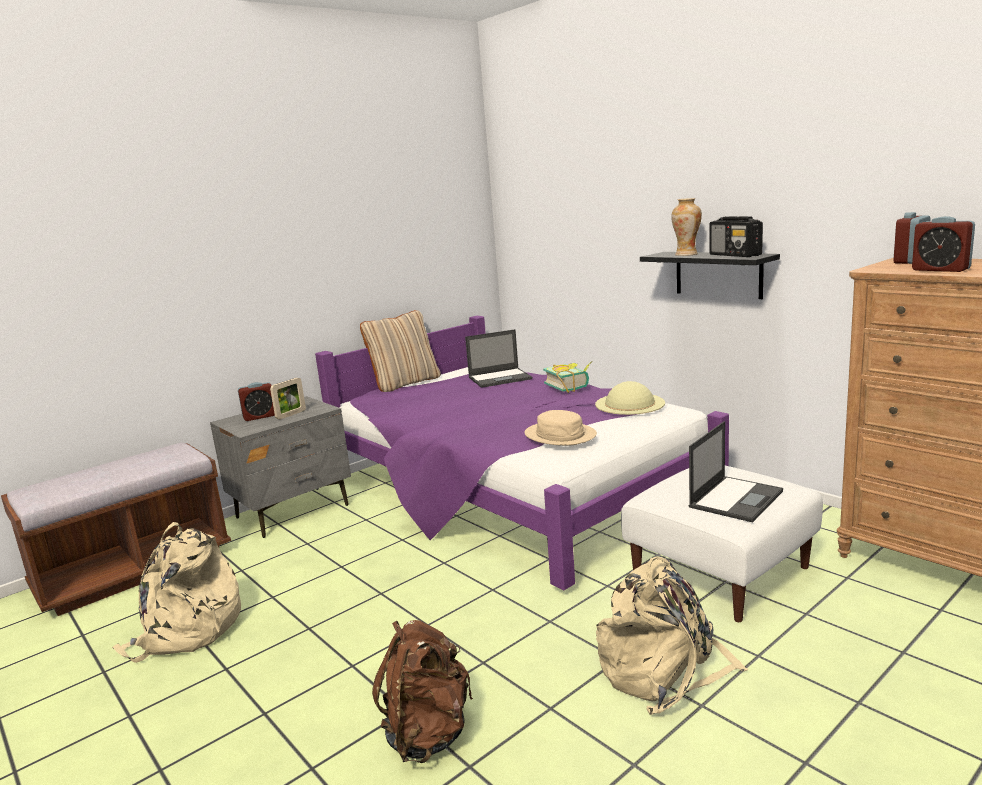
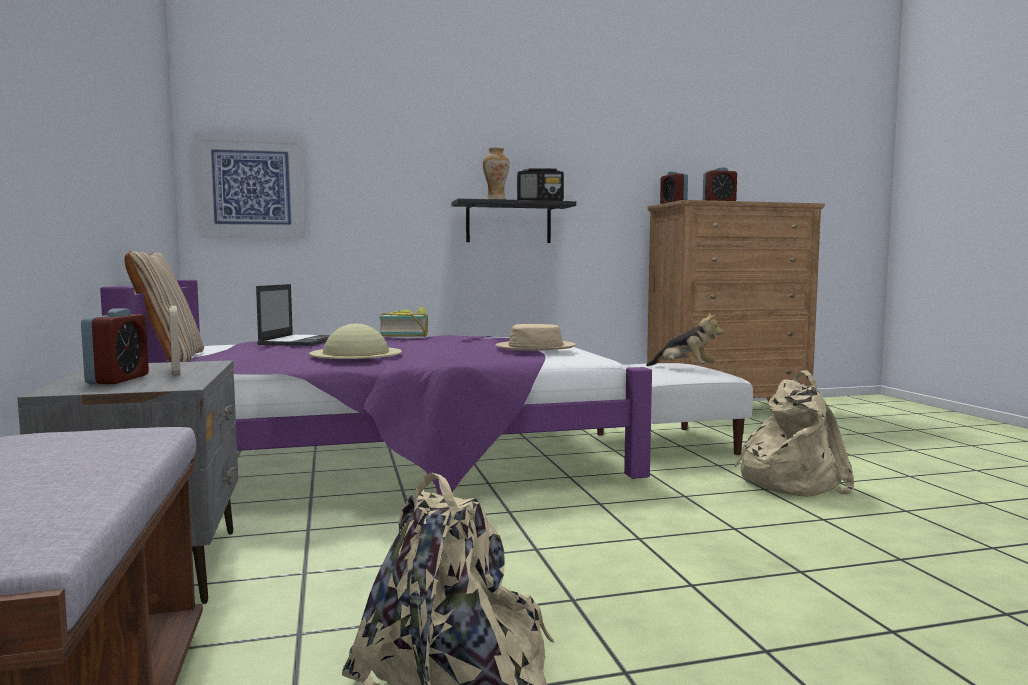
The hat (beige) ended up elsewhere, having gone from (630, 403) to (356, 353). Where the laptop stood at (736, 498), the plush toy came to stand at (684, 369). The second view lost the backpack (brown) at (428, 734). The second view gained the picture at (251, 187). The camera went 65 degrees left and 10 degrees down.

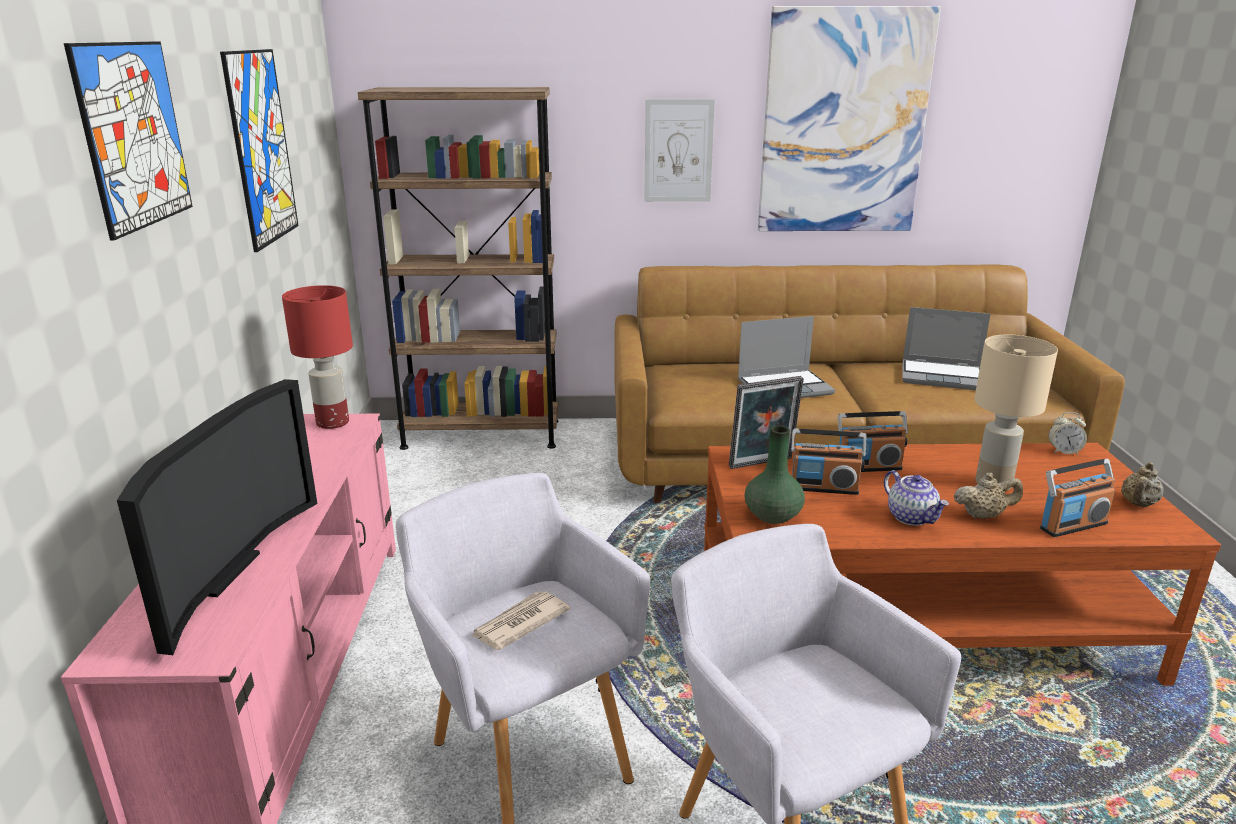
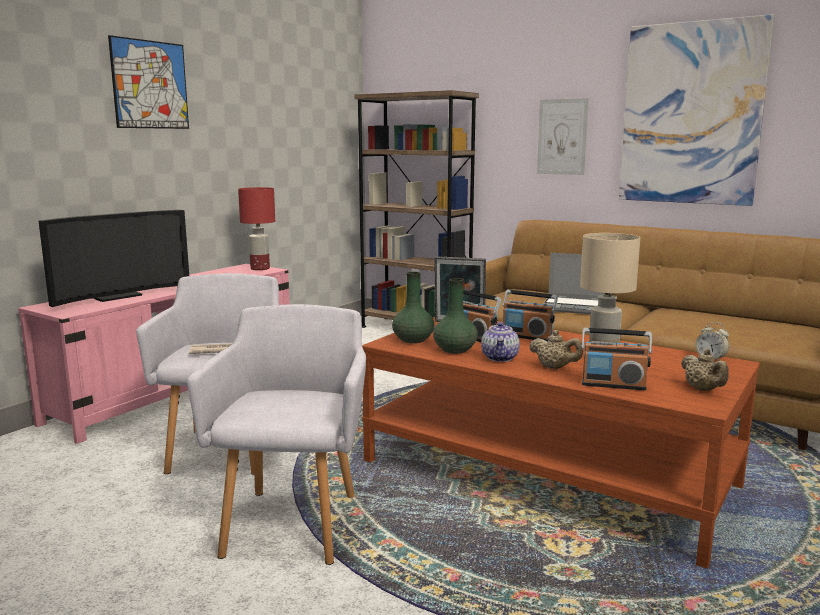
The second view lost the picture at (261, 148). The second view lost the laptop at (942, 376). The teapot (beige) at (1138, 504) ended up facing another way, 90 degrees counterclockwise from before. The second view gained the vase (green) at (454, 350). The camera went 35 degrees right and 10 degrees down.

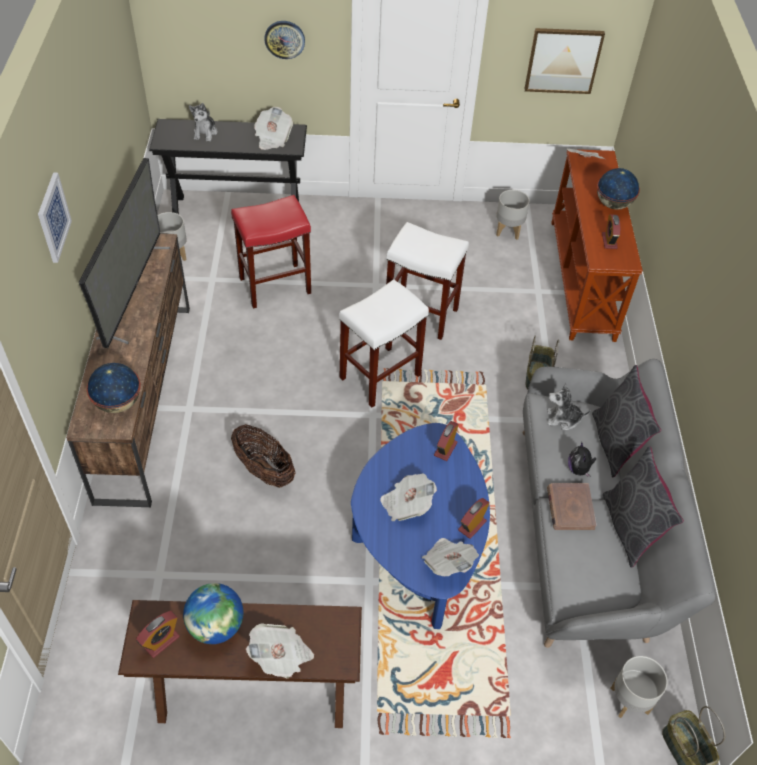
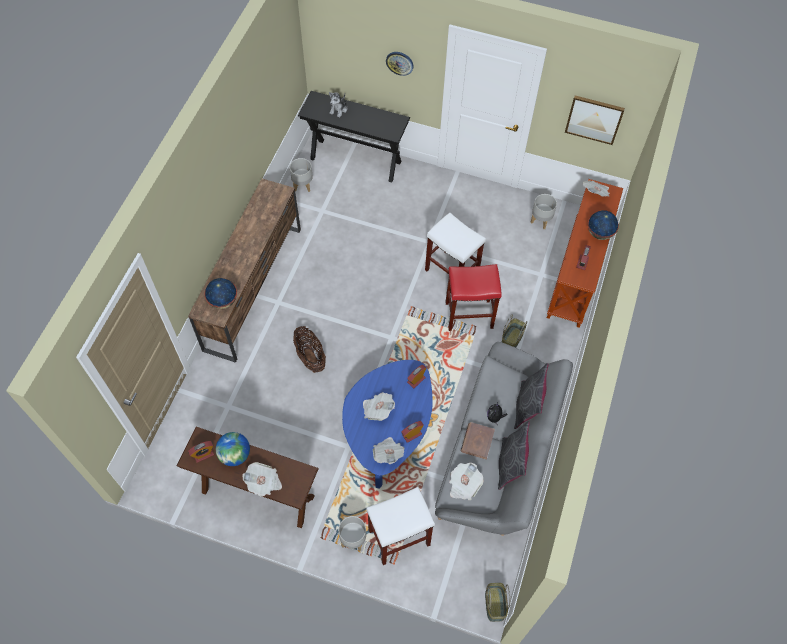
The newspaper ended up elsewhere, having gone from (272, 138) to (463, 485). The second view lost the television at (133, 292). The second view lost the picture at (53, 217). The stool (red) ended up elsewhere, having gone from (276, 285) to (469, 314). The stool (white) ended up elsewhere, having gone from (379, 377) to (398, 538). The second view lost the plush toy at (563, 419). The planter (grey) ended up elsewhere, having gone from (630, 701) to (353, 540). The camera went 20 degrees right and 10 degrees up.

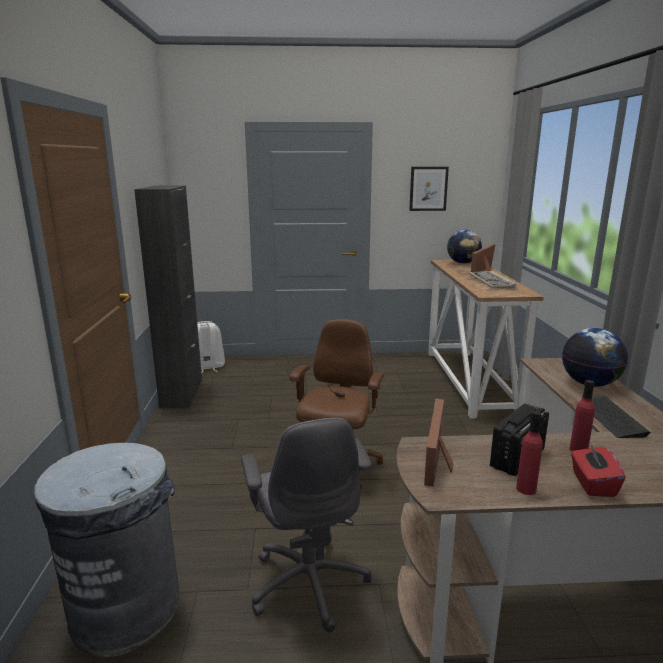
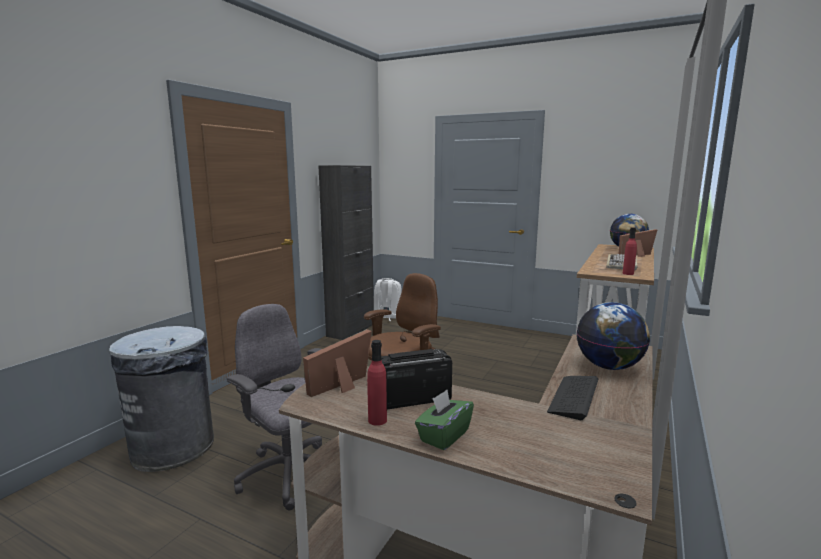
The second view lost the picture at (428, 189). The bottle (red) ended up elsewhere, having gone from (578, 450) to (628, 273). The office chair (grey) at (309, 581) ended up facing another way, 120 degrees clockwise from before. What was the tissue box (red) at (592, 484) turned into the tissue box (green) at (444, 436). The camera went 30 degrees right and 5 degrees down.

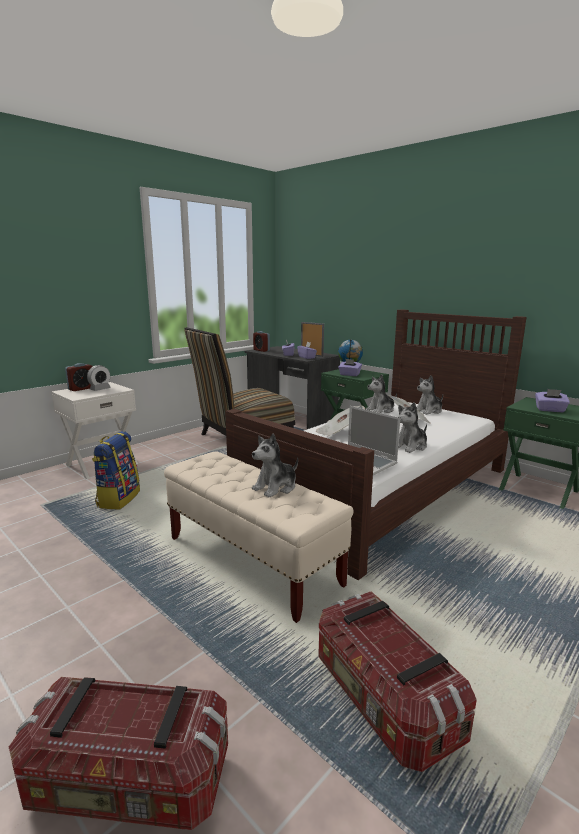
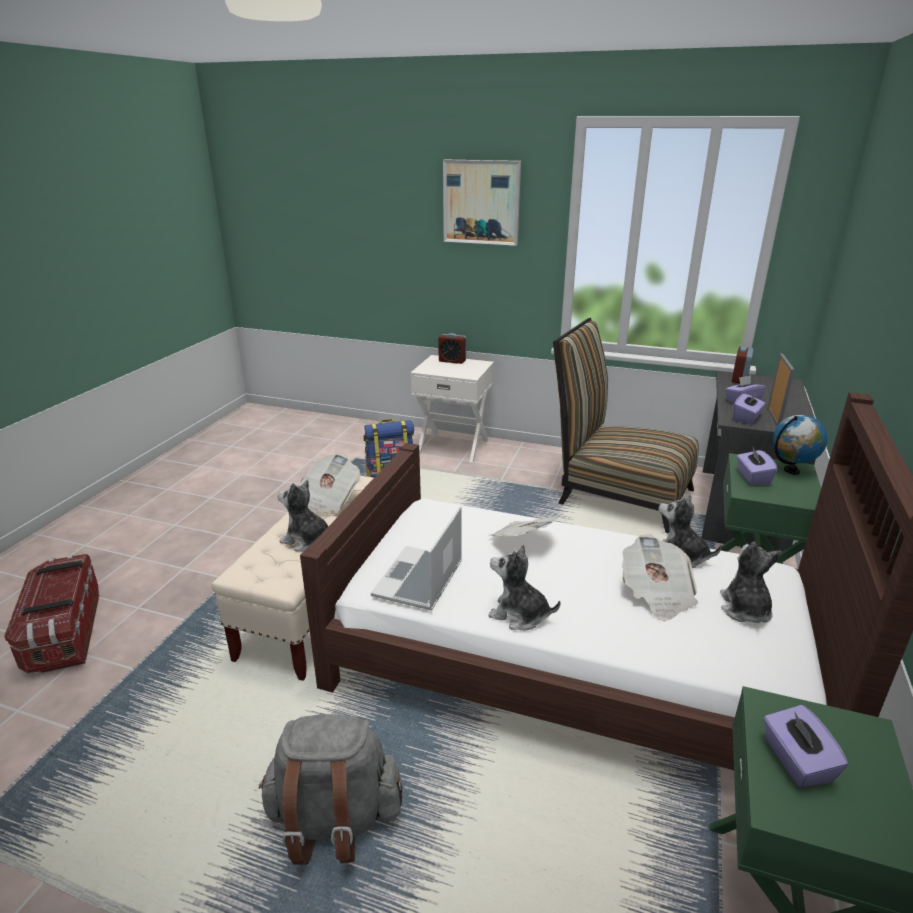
The second view lost the alarm clock at (100, 389). The plush toy at (429, 411) ended up facing another way, 60 degrees clockwise from before. The second view lost the storage box at (383, 699). The second view gained the picture at (481, 202). The second view gained the newspaper at (328, 500). The second view gained the backpack (grey) at (334, 819). The camera went 65 degrees right and 10 degrees up.

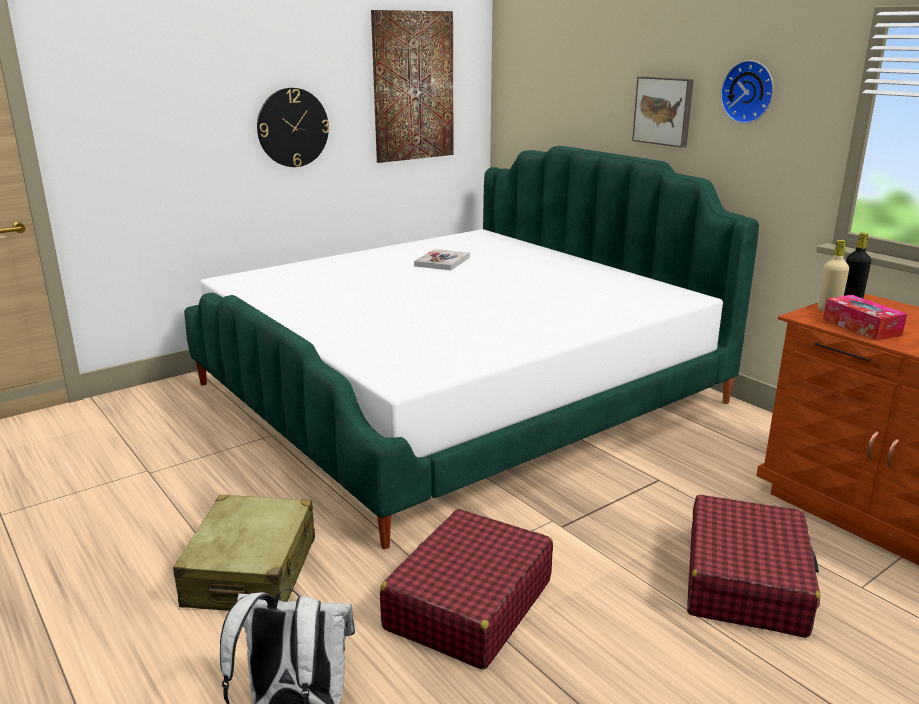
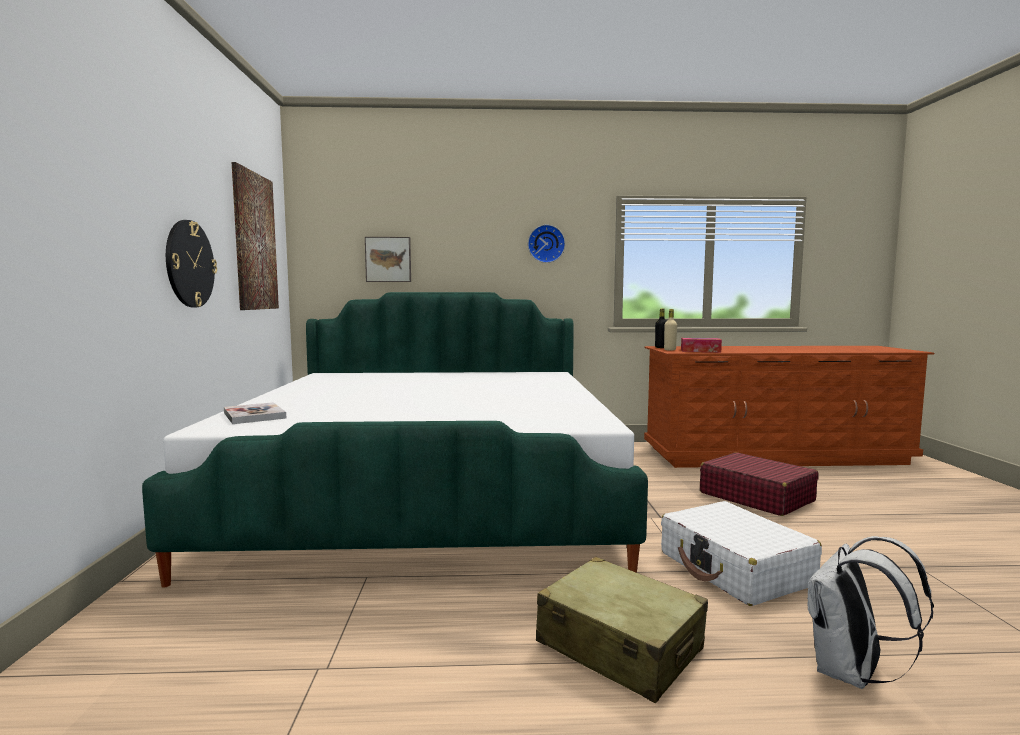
The picture ended up elsewhere, having gone from (664, 111) to (388, 259). The book ended up elsewhere, having gone from (442, 261) to (254, 415). What was the suitcase (red) at (468, 605) turned into the suitcase (white) at (735, 569). The camera went 55 degrees left and 15 degrees down.

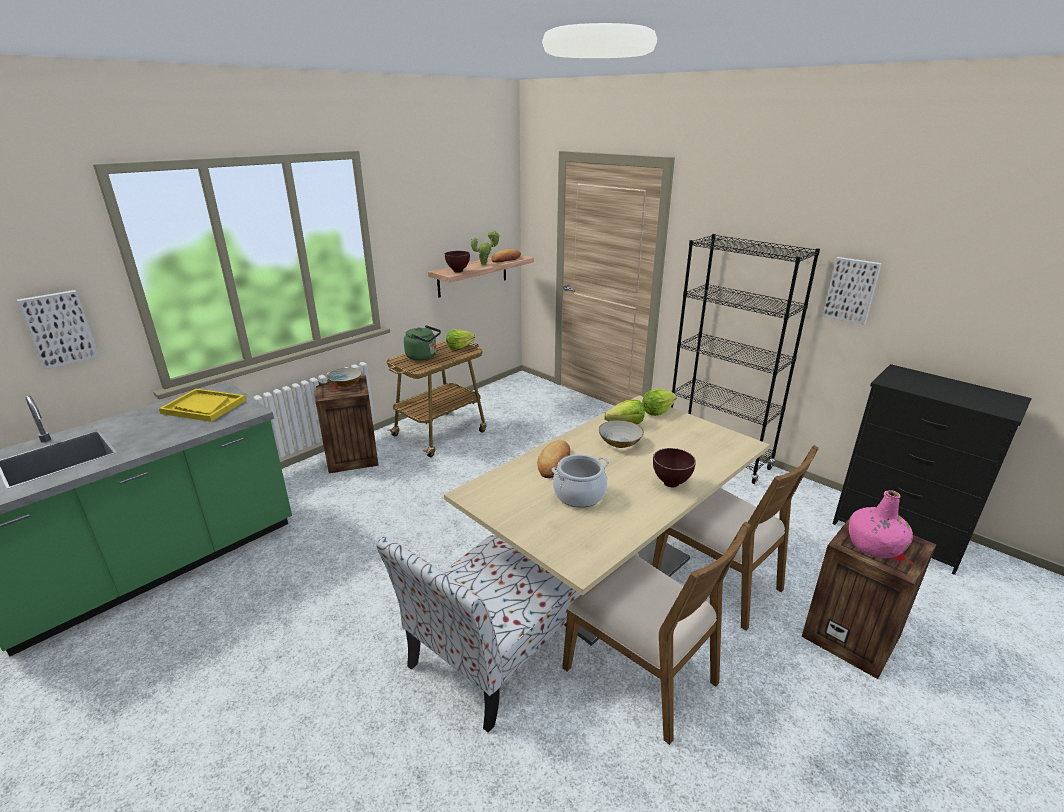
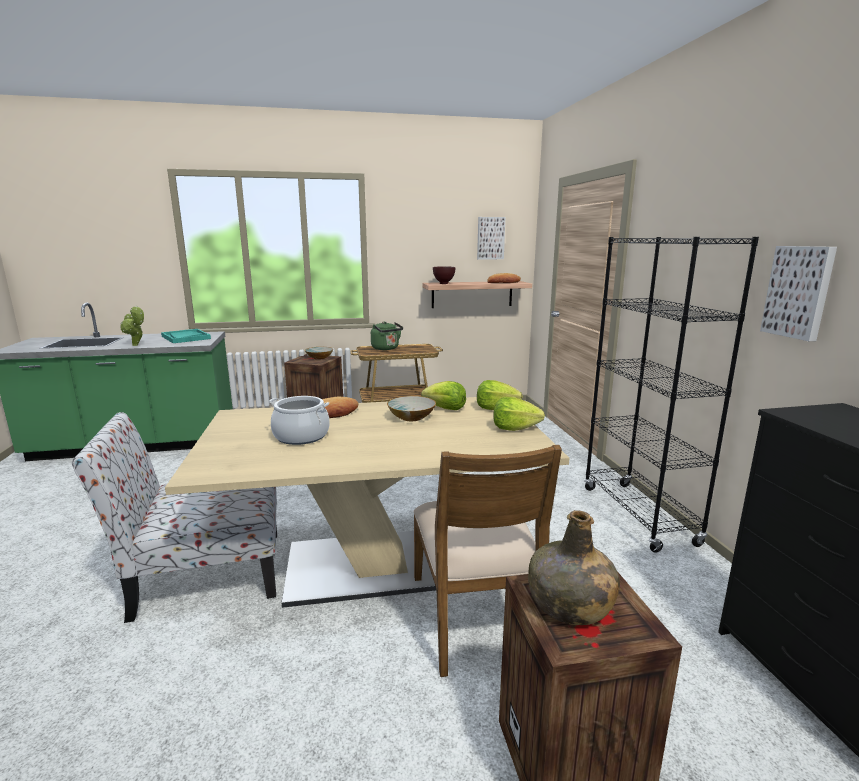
The potted plant ended up elsewhere, having gone from (485, 265) to (136, 345). The picture ended up elsewhere, having gone from (59, 328) to (490, 238). The lettuce ended up elsewhere, having gone from (459, 347) to (514, 428). What was the tray (yellow) at (203, 407) turned into the tray (turquoise) at (185, 337). The second view lost the bowl (brown) at (670, 483). What was the bottle (pink) at (874, 546) turned into the bottle (green) at (569, 604). The second view lost the chair (brown) at (642, 674). The camera went 35 degrees right and 10 degrees down.

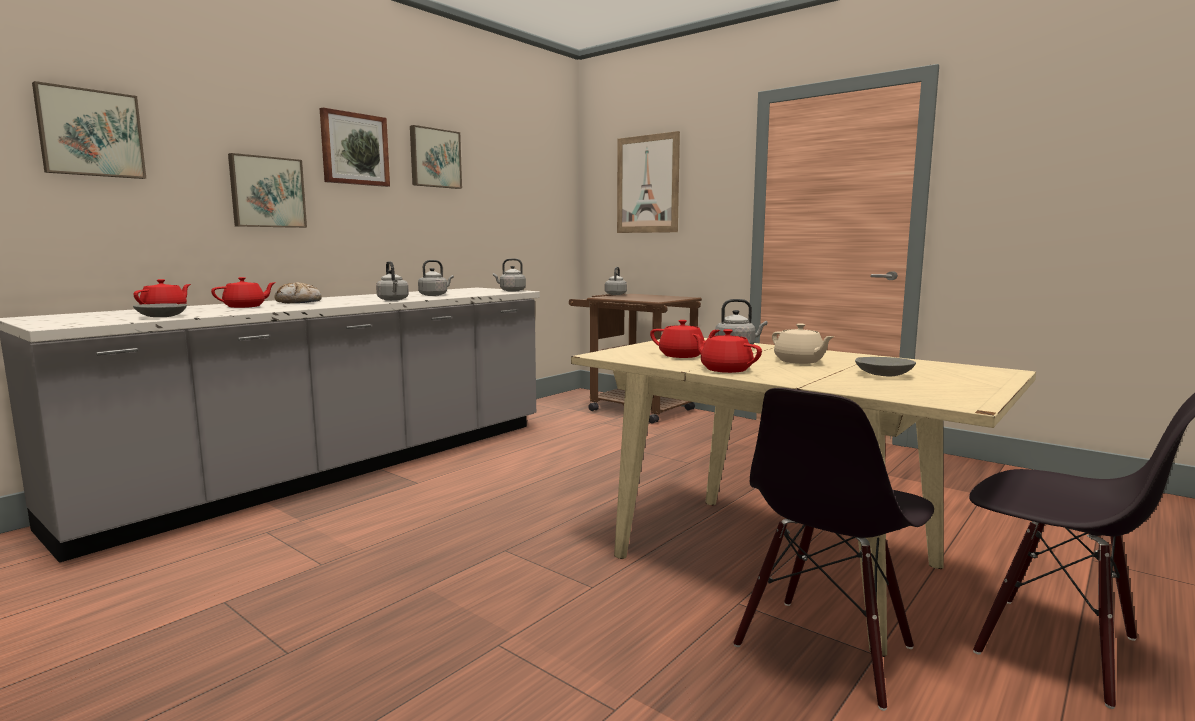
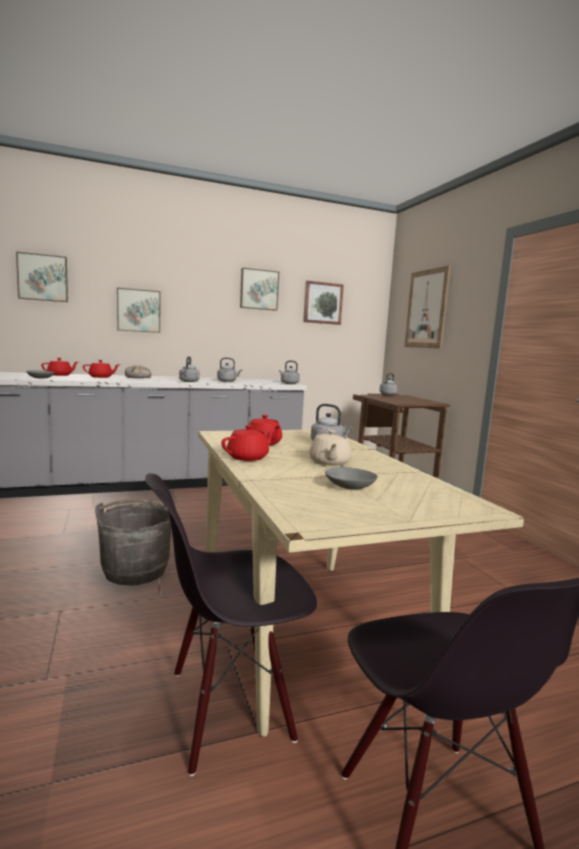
The picture ended up elsewhere, having gone from (354, 149) to (322, 303). The teapot (red) at (725, 369) ended up facing another way, 60 degrees clockwise from before. The second view gained the bucket (grey) at (135, 570). The camera went 30 degrees right and 0 degrees up.

